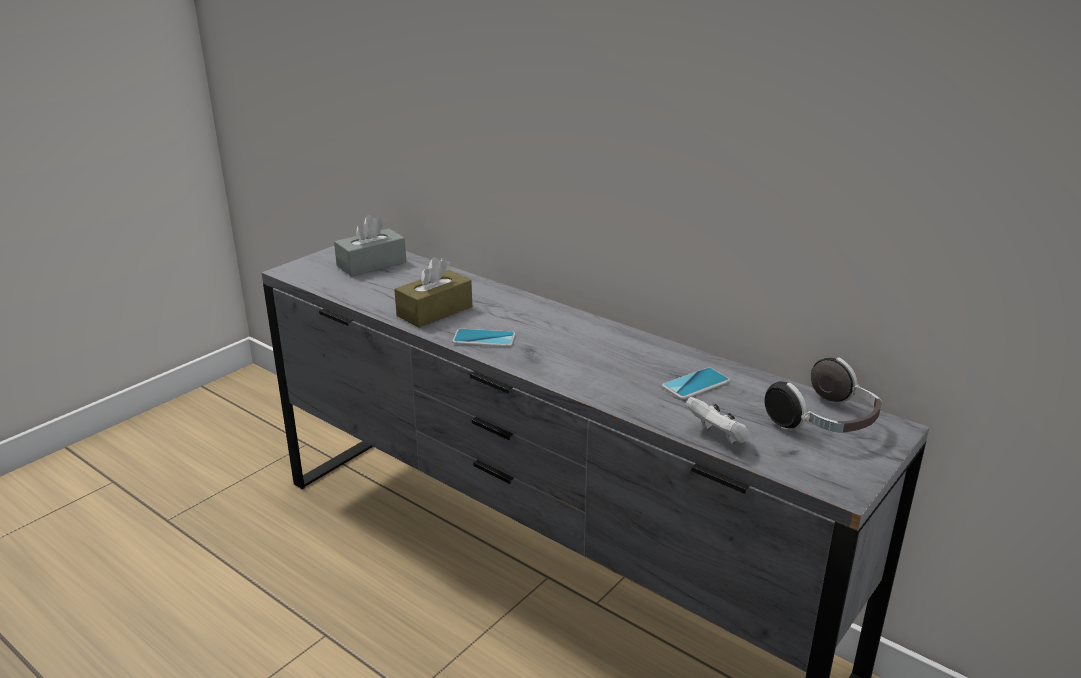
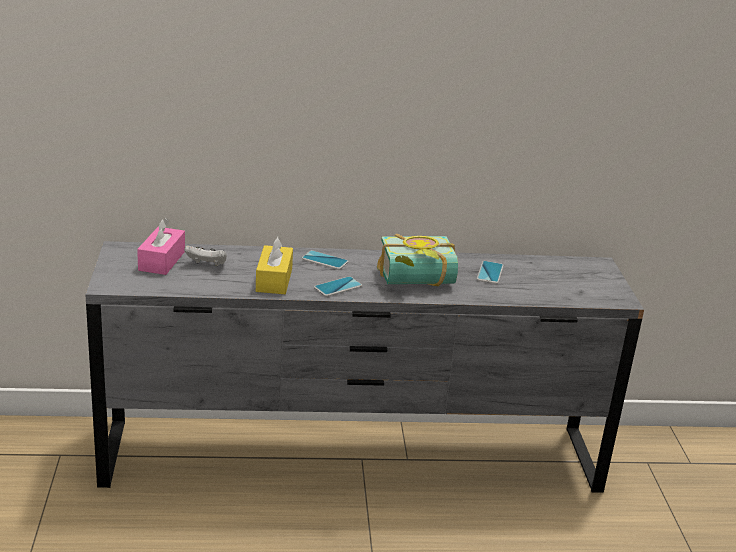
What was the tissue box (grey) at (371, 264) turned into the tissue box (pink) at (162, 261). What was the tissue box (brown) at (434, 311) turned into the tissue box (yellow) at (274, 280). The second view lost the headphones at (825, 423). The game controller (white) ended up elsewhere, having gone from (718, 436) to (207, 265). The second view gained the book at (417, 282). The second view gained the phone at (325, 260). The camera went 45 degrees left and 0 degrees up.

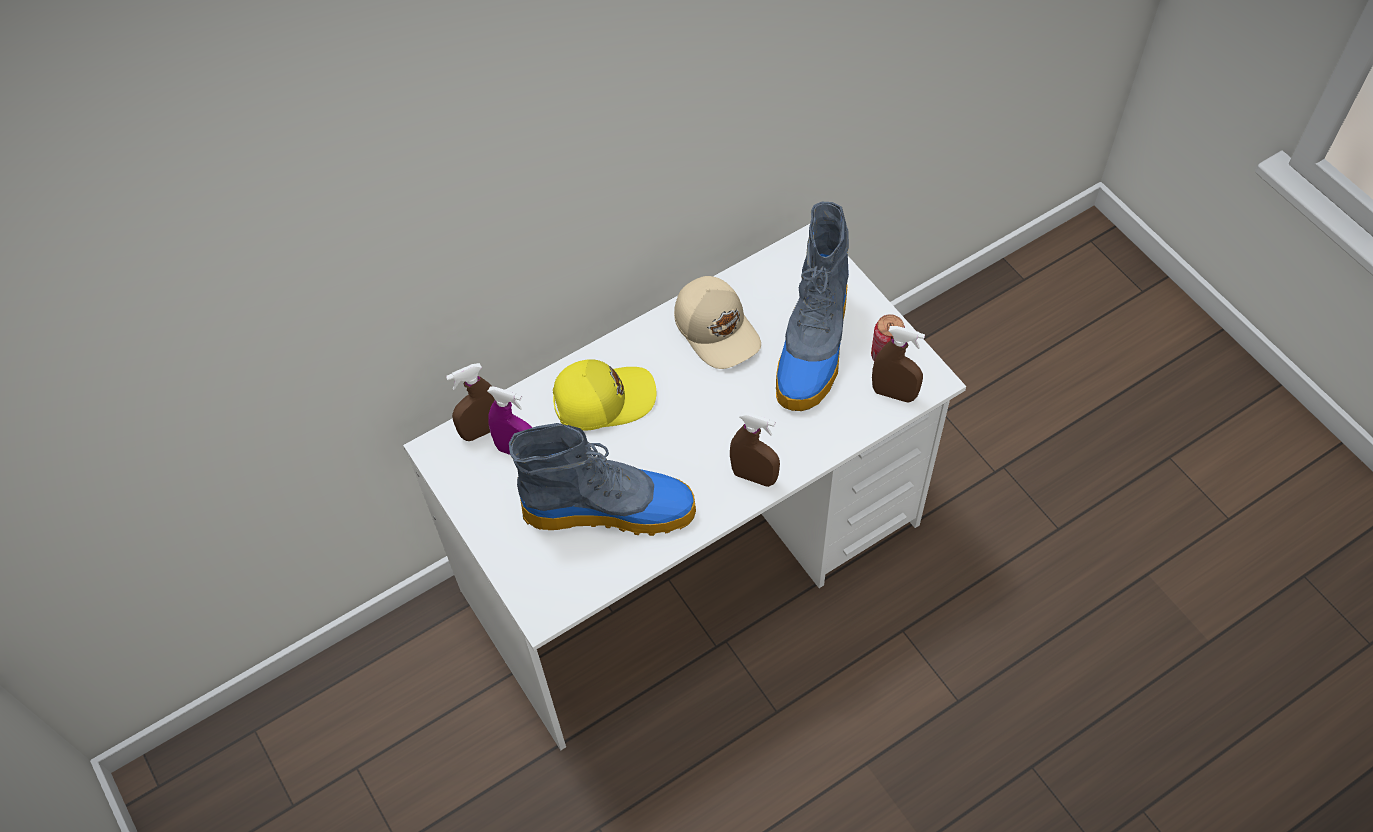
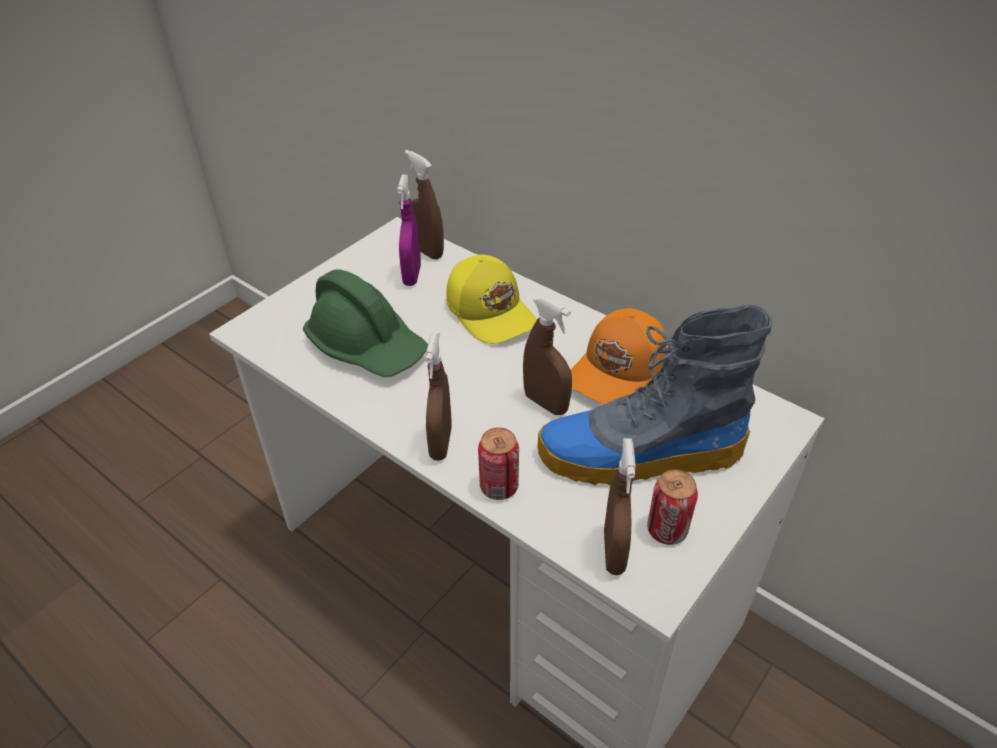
What was the cap (beige) at (717, 329) turned into the cap (orange) at (618, 370). Where the boot stood at (610, 509), the hard hat (green) came to stand at (367, 346). The second view gained the spray bottle (brown) at (546, 403). The second view gained the can at (499, 487). The camera went 70 degrees right and 15 degrees down.

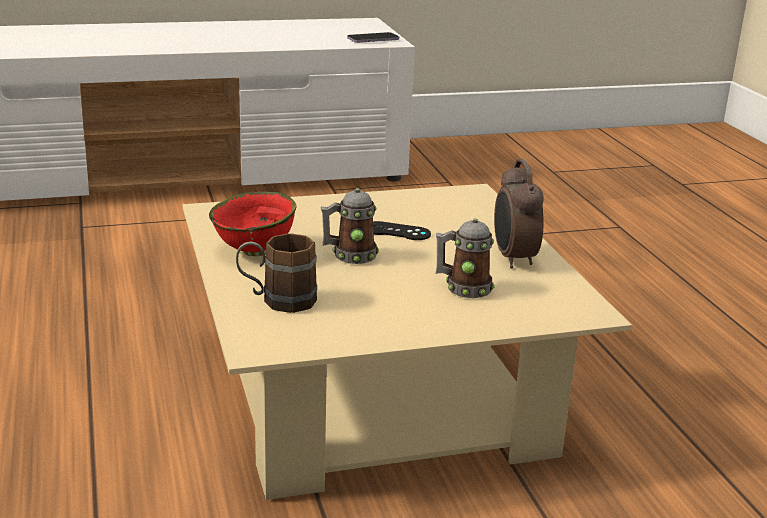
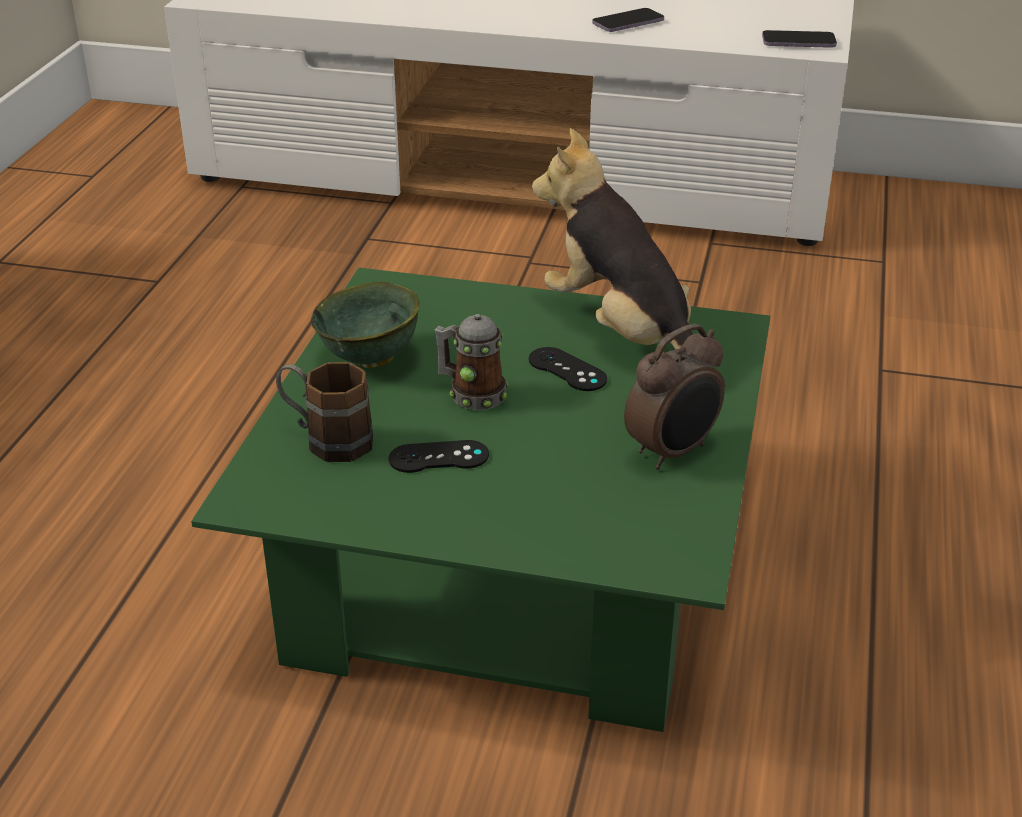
The alarm clock at (513, 259) ended up facing another way, 150 degrees counterclockwise from before. What was the coffee table (beige) at (377, 397) turned into the coffee table (green) at (511, 571). What was the bowl (red) at (255, 252) turned into the bowl (green) at (370, 360). The second view lost the mug at (463, 288). The second view gained the phone at (628, 23). The second view gained the plush toy at (624, 334). The second view gained the game controller (black) at (438, 457). The camera went 30 degrees right and 10 degrees up.

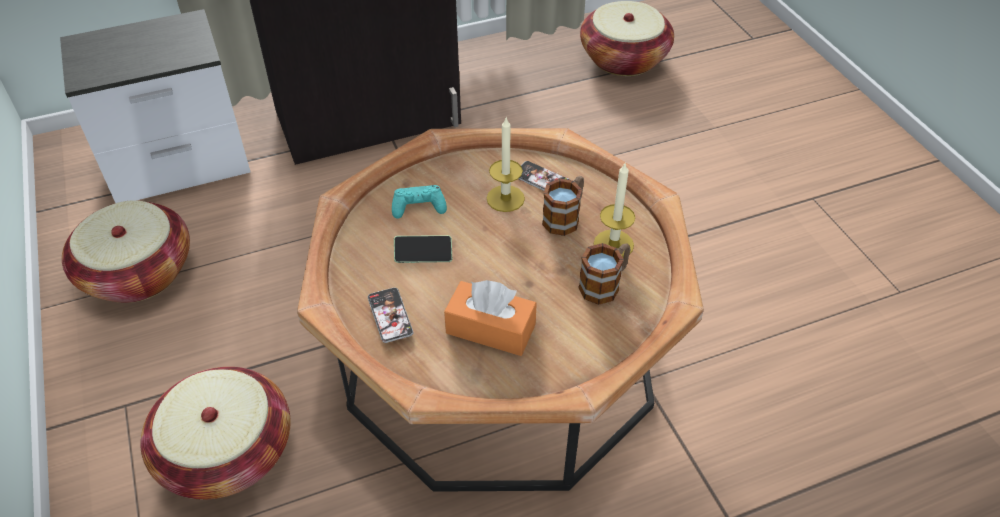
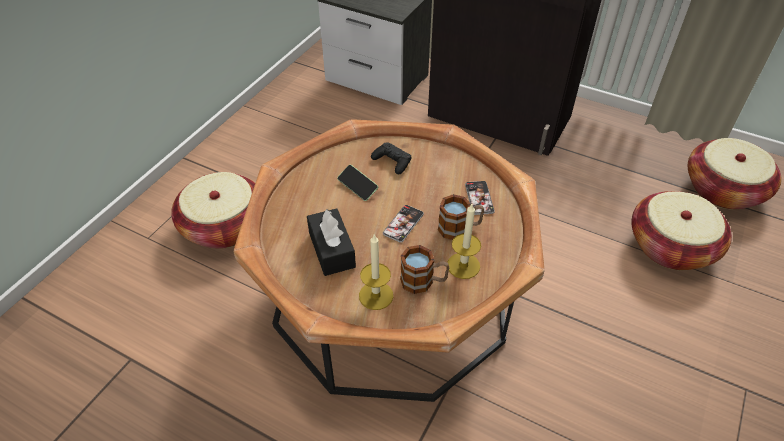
The candle ended up elsewhere, having gone from (505, 198) to (376, 295). What was the game controller (turquoise) at (418, 206) turned into the game controller (black) at (392, 161). The basket ended up elsewhere, having gone from (138, 273) to (671, 247). What was the tissue box (orange) at (490, 329) turned into the tissue box (black) at (331, 250). The phone ended up elsewhere, having gone from (390, 315) to (403, 224). The camera went 50 degrees right and 0 degrees up.

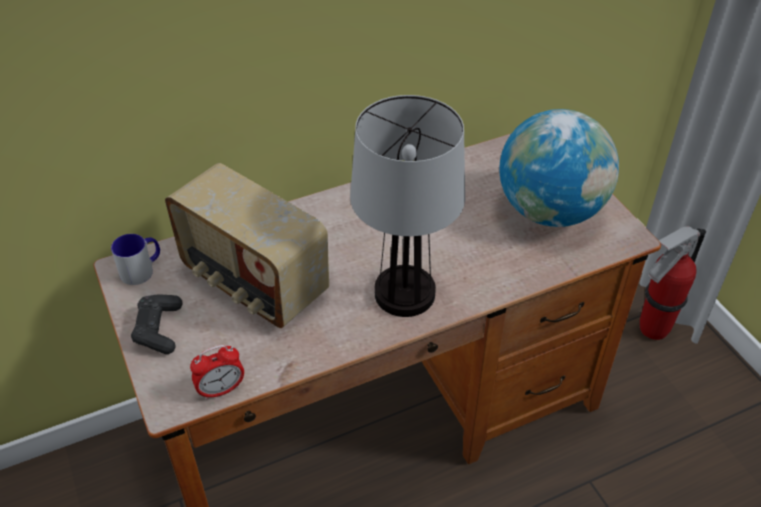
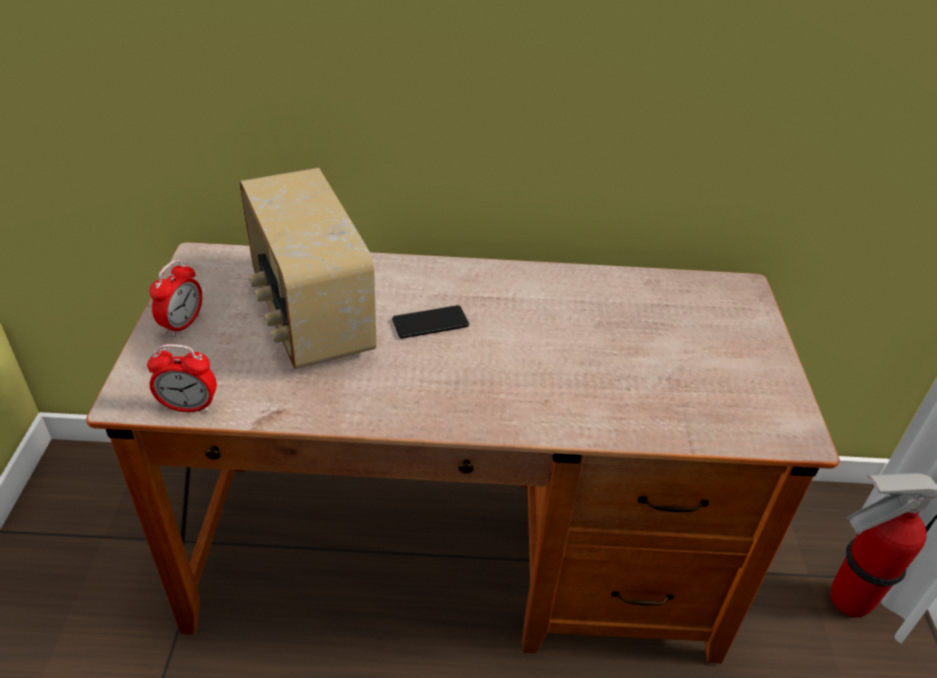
The second view lost the table lamp at (403, 293). The second view lost the globe at (550, 211). The second view lost the mug at (142, 270). Where the game controller (black) stood at (159, 329), the alarm clock came to stand at (182, 324). The second view gained the phone at (430, 323). The camera went 25 degrees right and 5 degrees down.

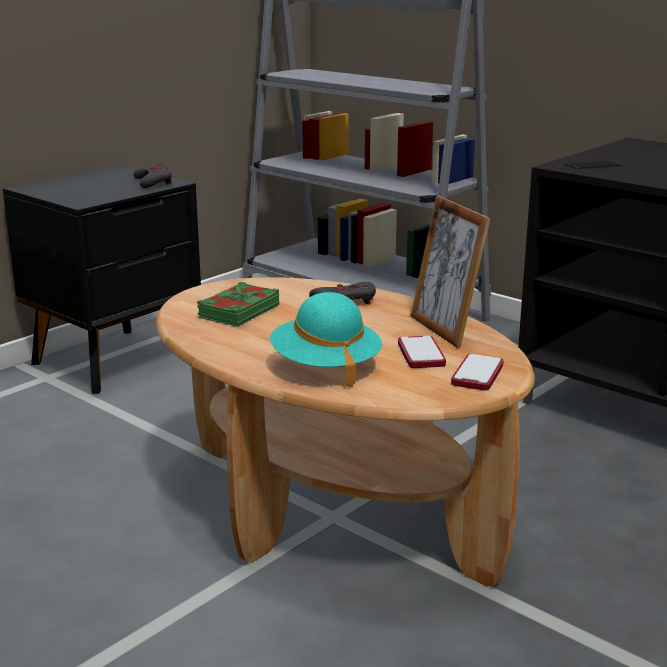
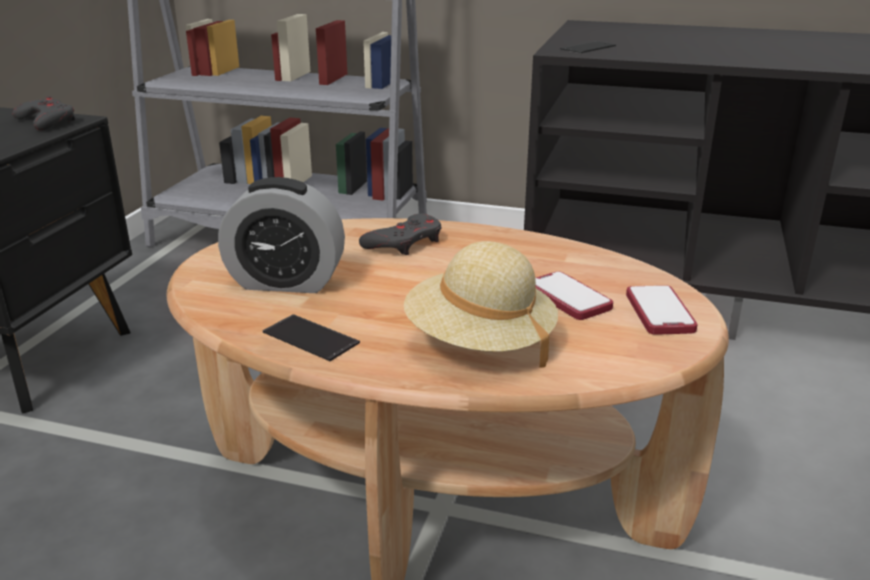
The second view lost the picture frame at (445, 329). Where the book (green) stood at (238, 311), the alarm clock came to stand at (286, 282). What was the hat (turquoise) at (325, 366) turned into the hat (beige) at (479, 342). The second view gained the phone at (310, 338). The camera went 25 degrees left and 5 degrees up.

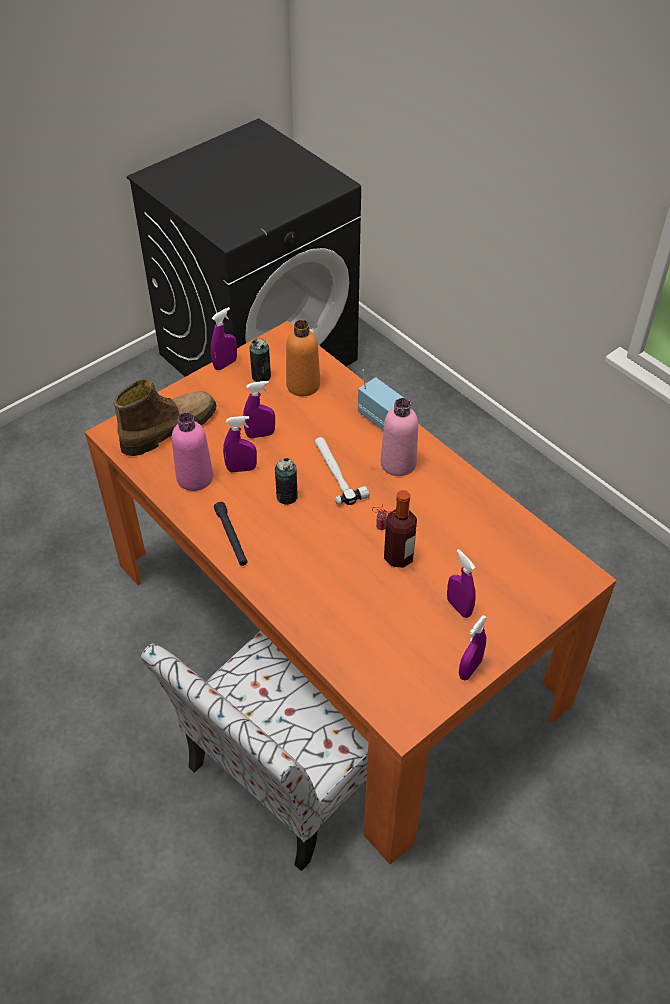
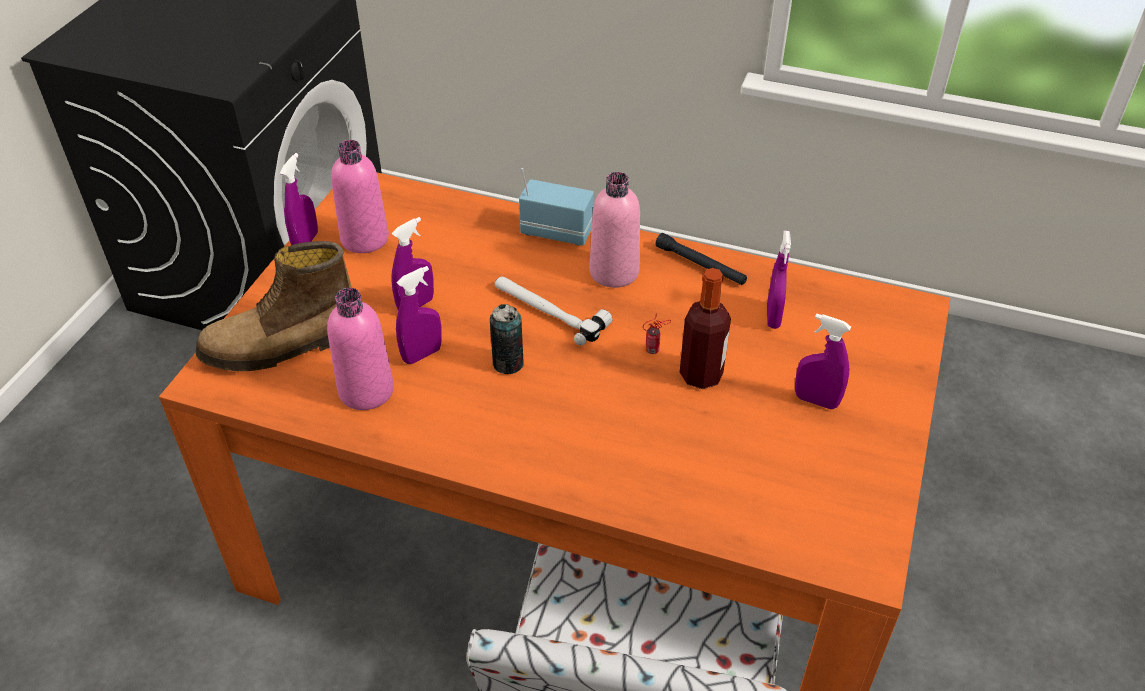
The second view lost the bottle (orange) at (303, 385). Where the can stood at (261, 376), the bottle (pink) came to stand at (365, 239). The boot at (168, 429) ended up facing another way, 135 degrees counterclockwise from before. The flashlight (black) ended up elsewhere, having gone from (231, 537) to (700, 265). The spray bottle (purple) ended up elsewhere, having gone from (470, 669) to (773, 317). The camera went 30 degrees left and 5 degrees down.

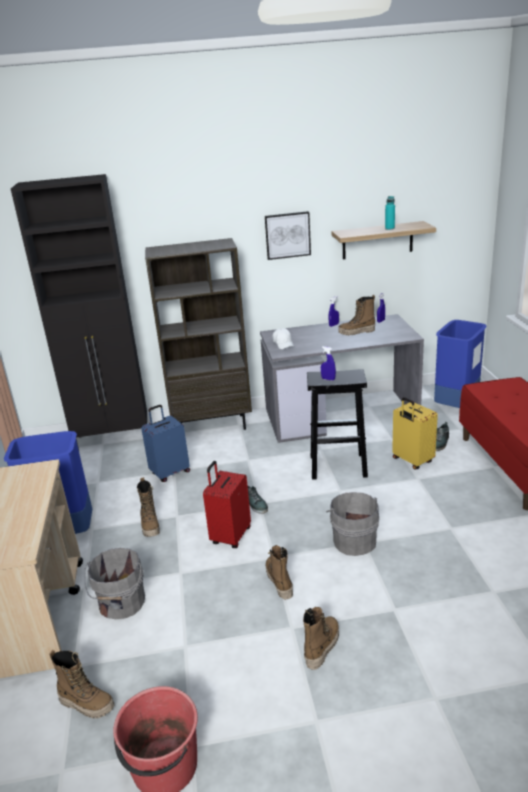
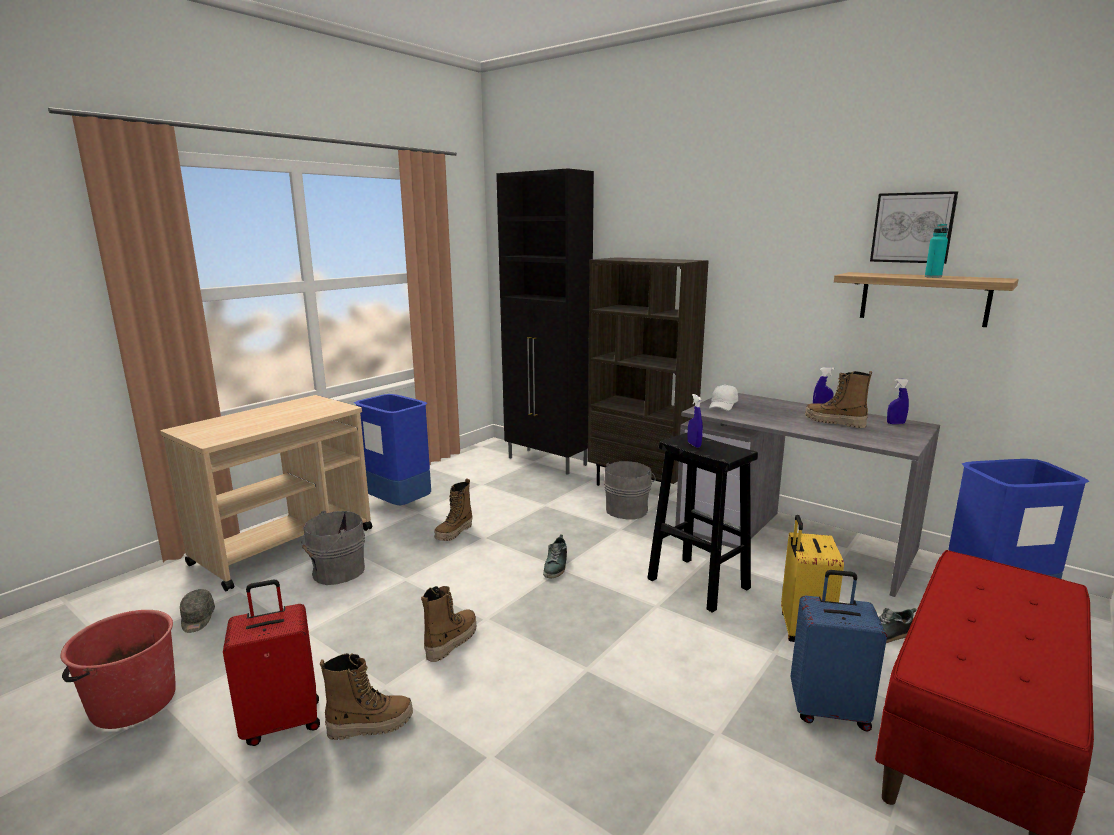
The picture ended up elsewhere, having gone from (287, 235) to (912, 228). The suitcase (blue) ended up elsewhere, having gone from (170, 472) to (828, 709). The suitcase (red) ended up elsewhere, having gone from (230, 536) to (282, 721). The bucket (grey) ended up elsewhere, having gone from (354, 540) to (628, 509). Where the boot stood at (87, 703), the cap (grey) came to stand at (197, 619). The camera went 45 degrees right and 10 degrees down.

